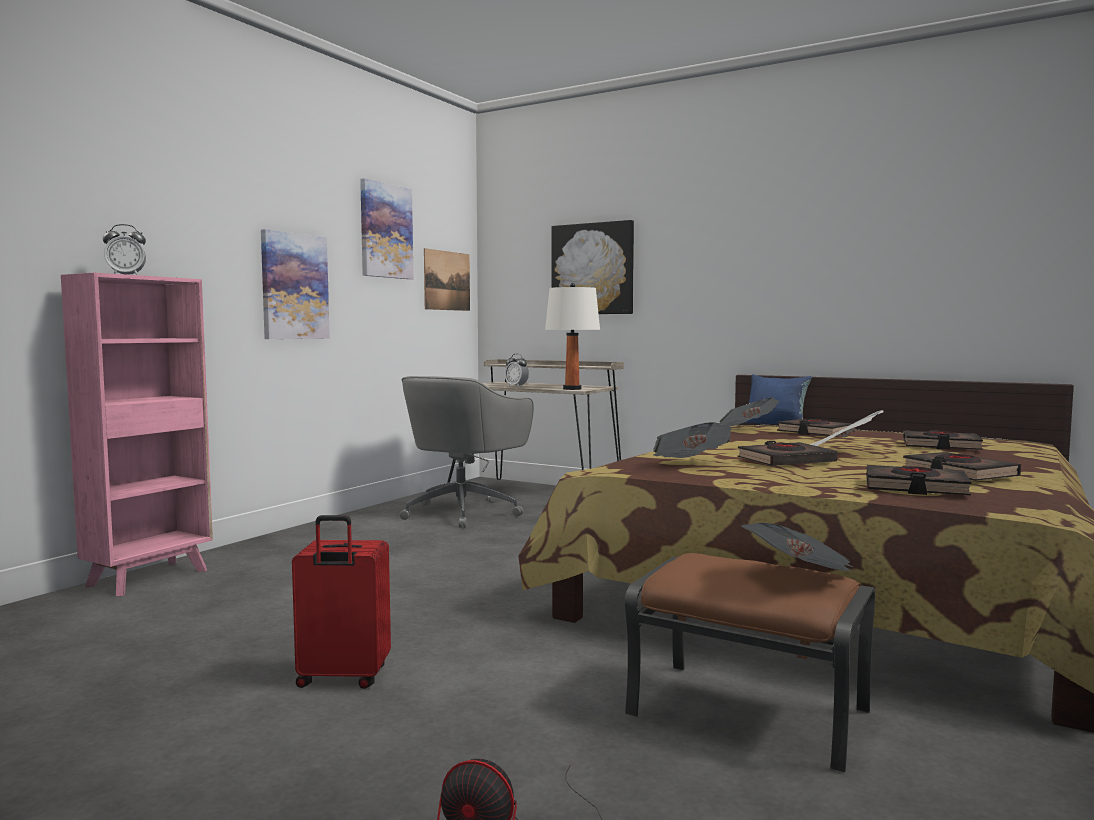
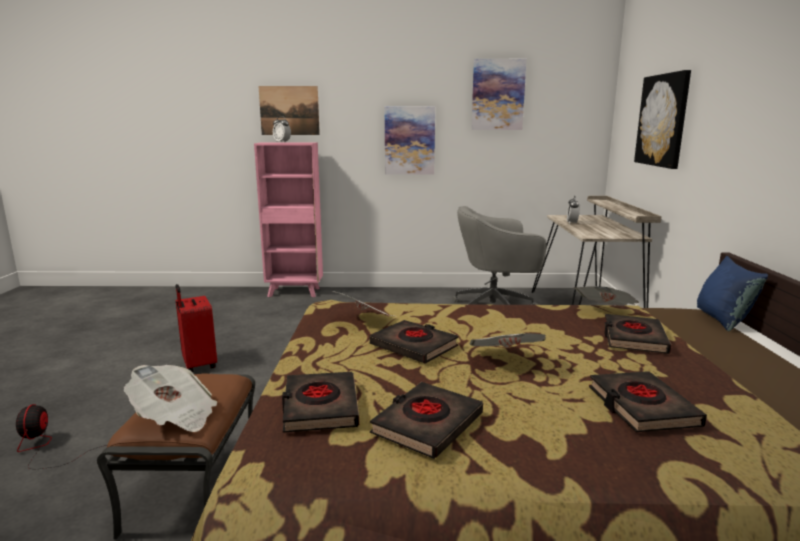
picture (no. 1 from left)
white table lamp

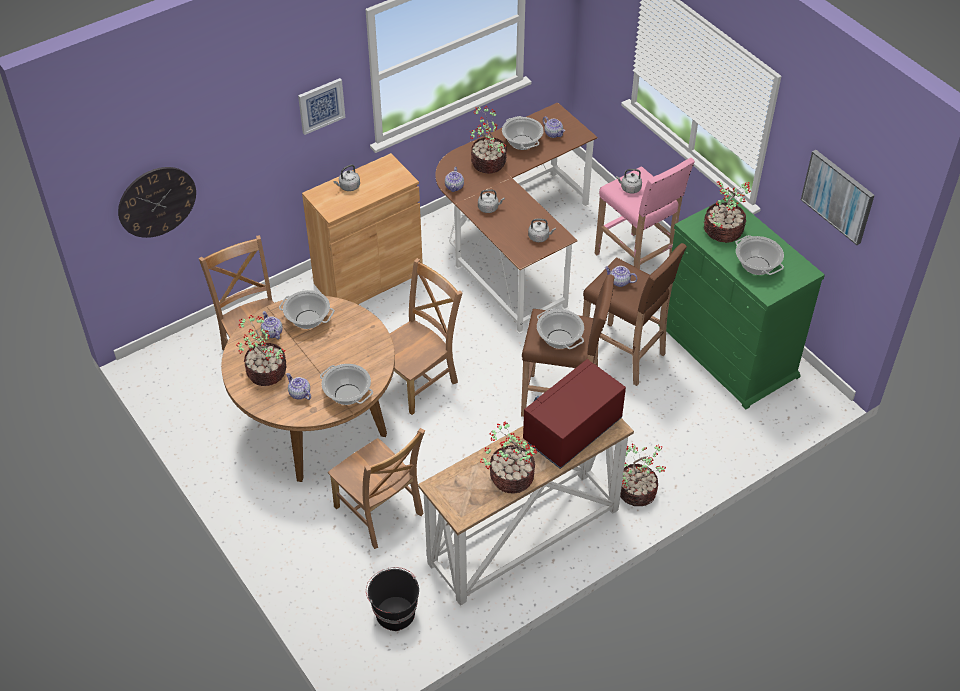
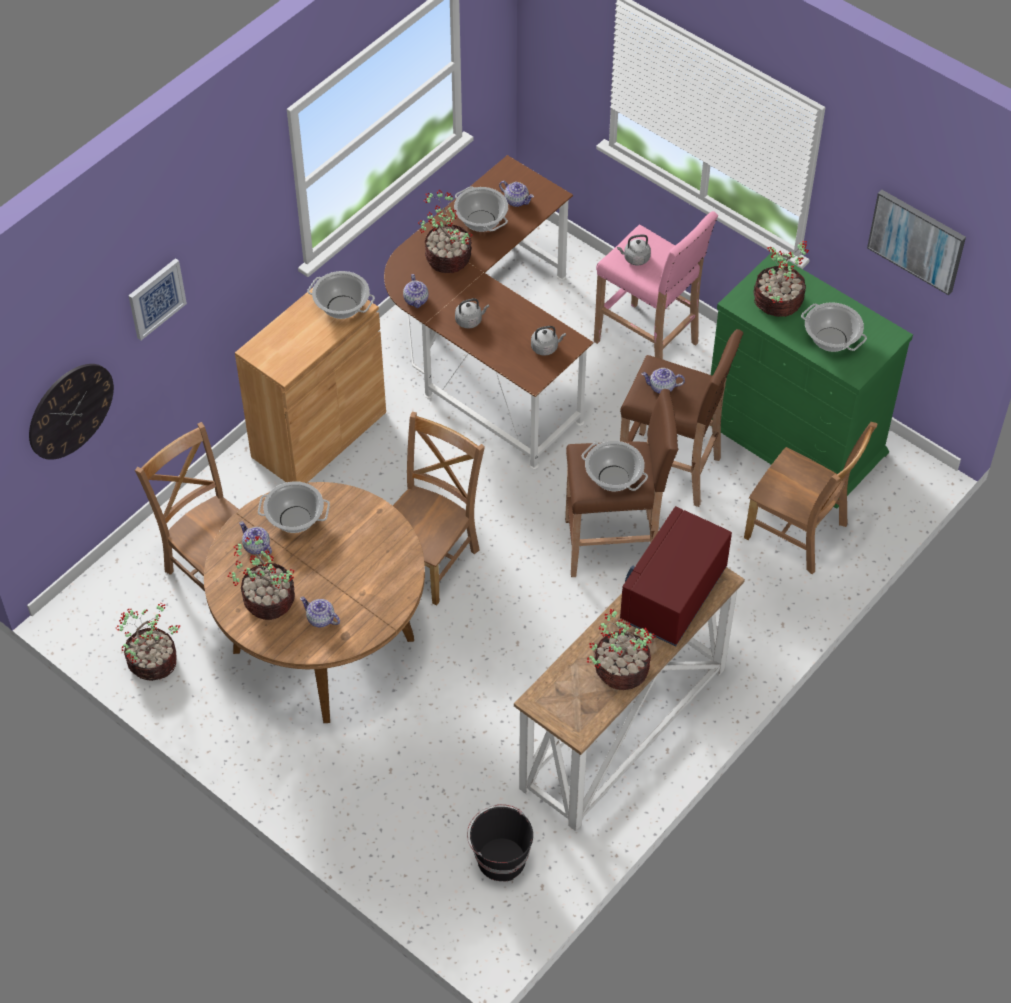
picture (no. 1 from left)
cooking pot (no. 2 from left)
brown chair (no. 3 from left)
grey kettle (no. 1 from left in the first image)
potted plant (no. 1 from left)

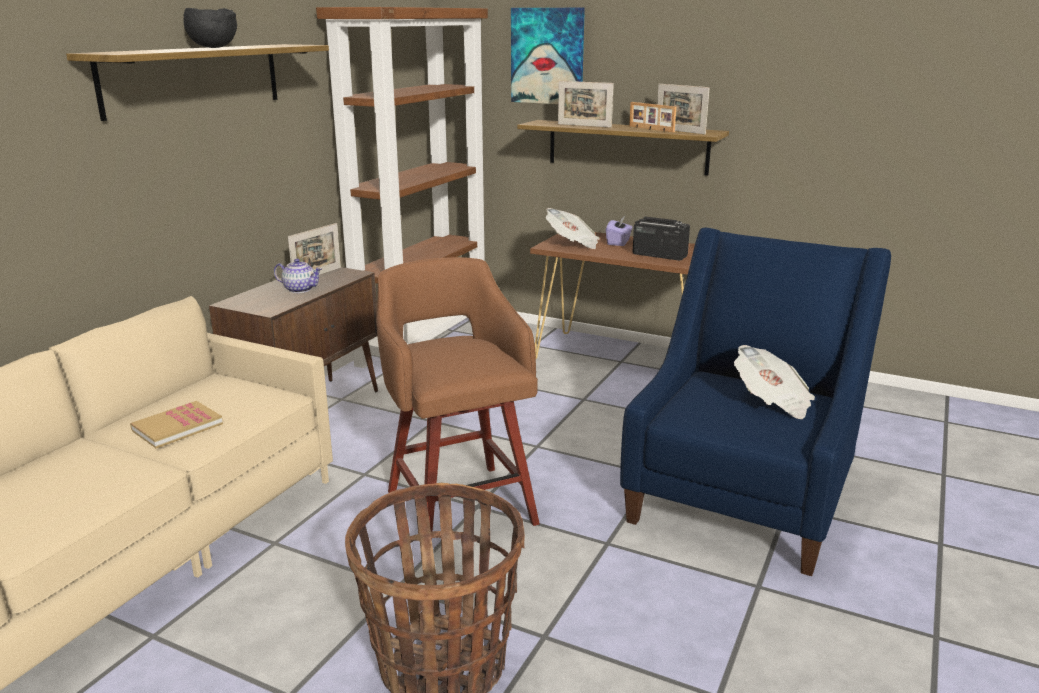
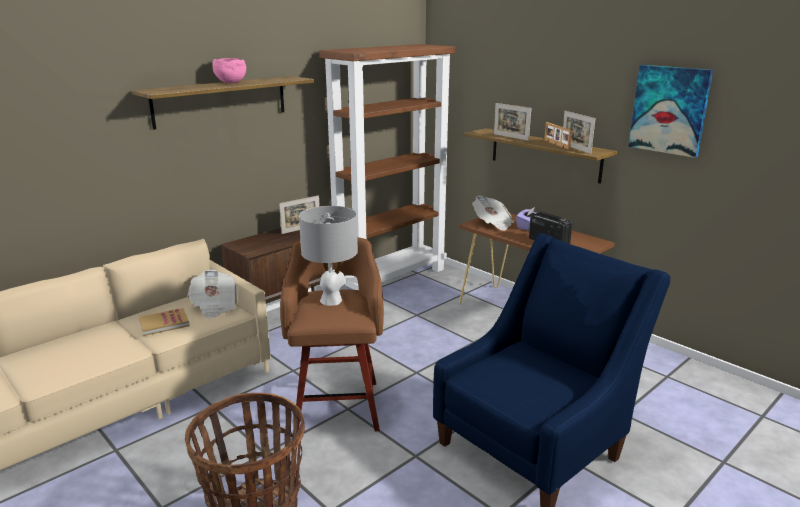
pink bowl
teapot
picture
newspaper (no. 1 from left)
grey table lamp

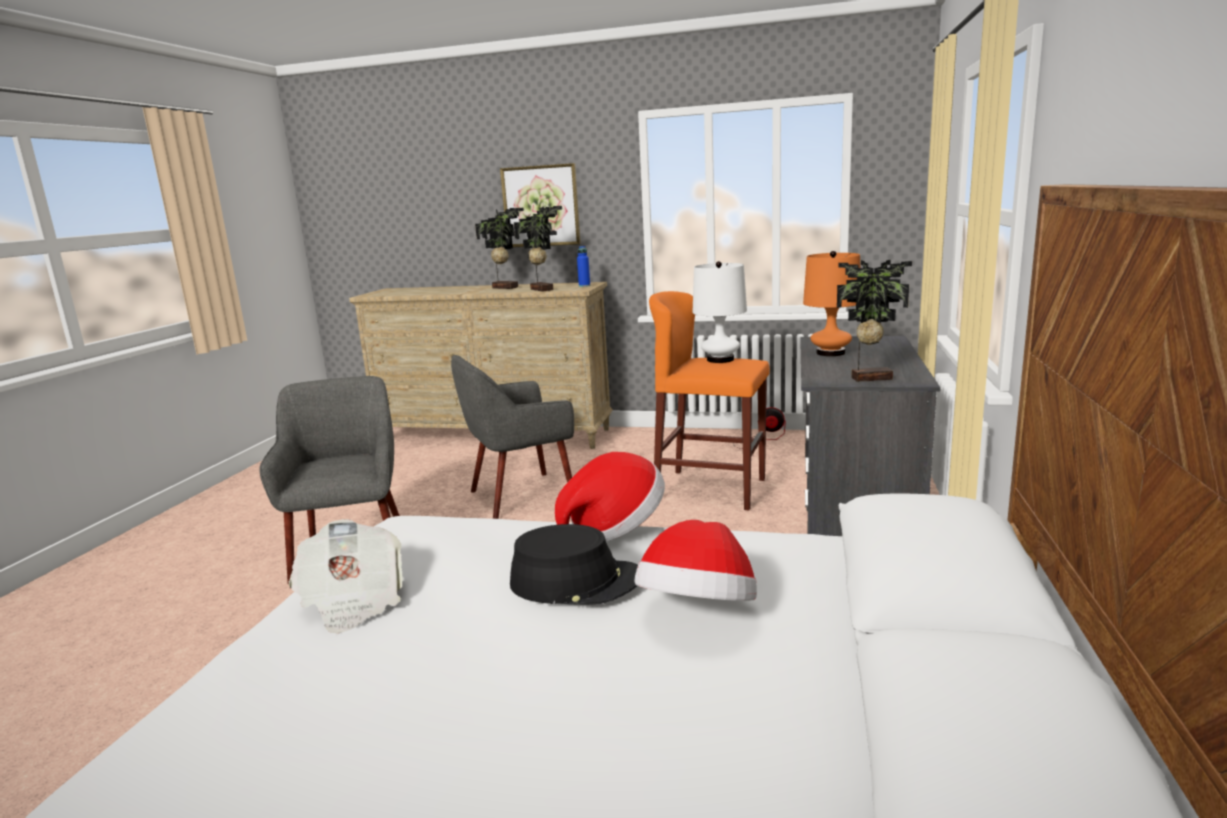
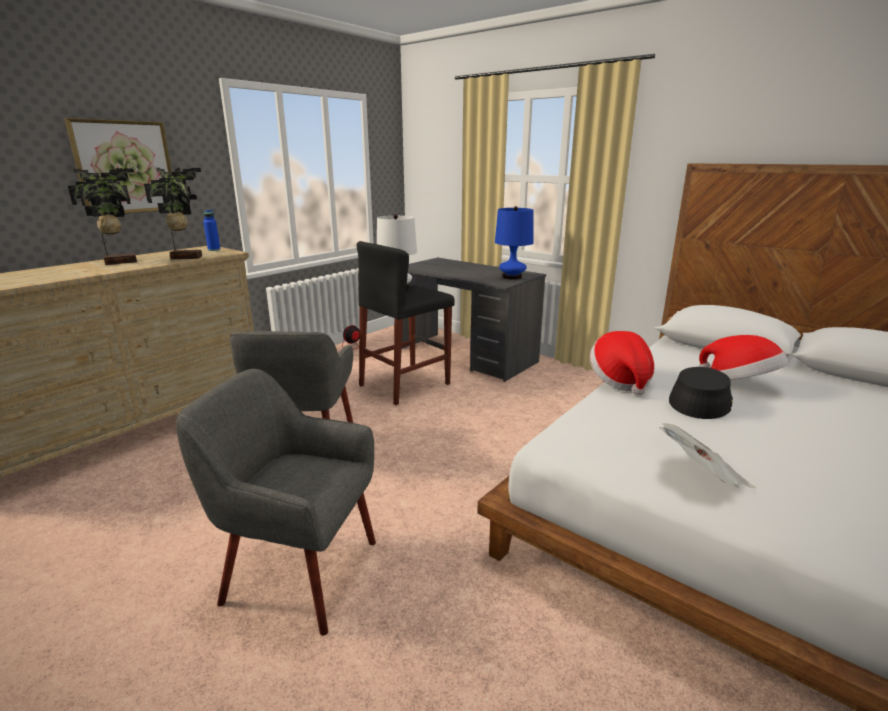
black stool
orange table lamp
blue table lamp

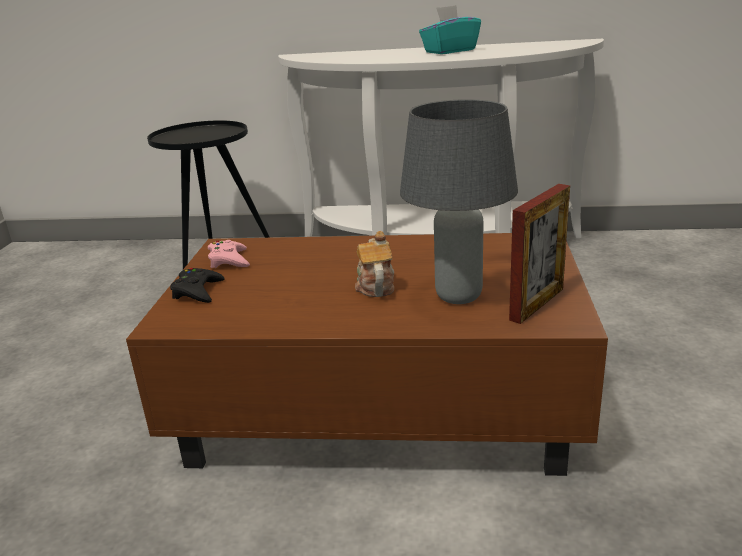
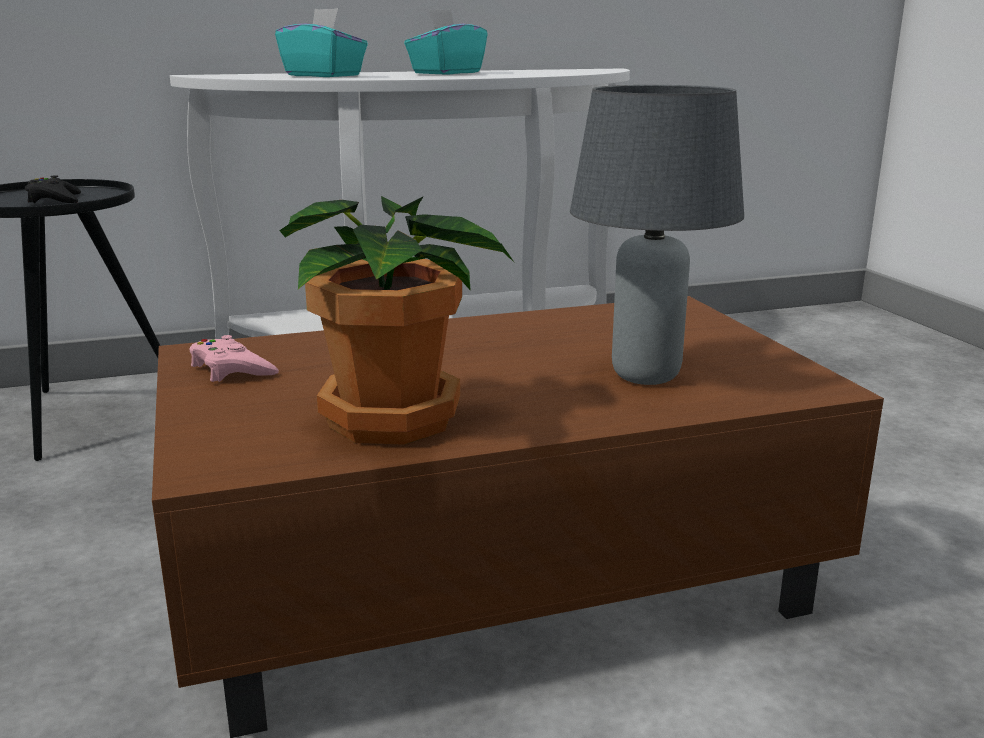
black game controller
teapot
picture frame
turquoise tissue box (no. 1 from left)
potted plant

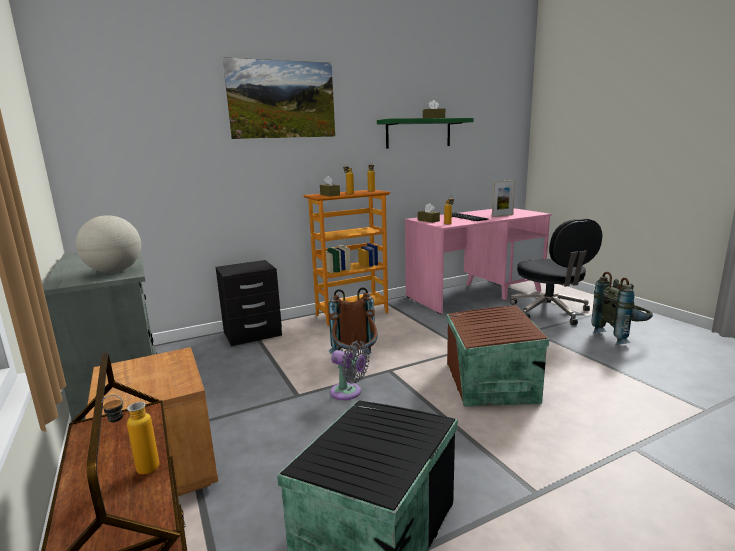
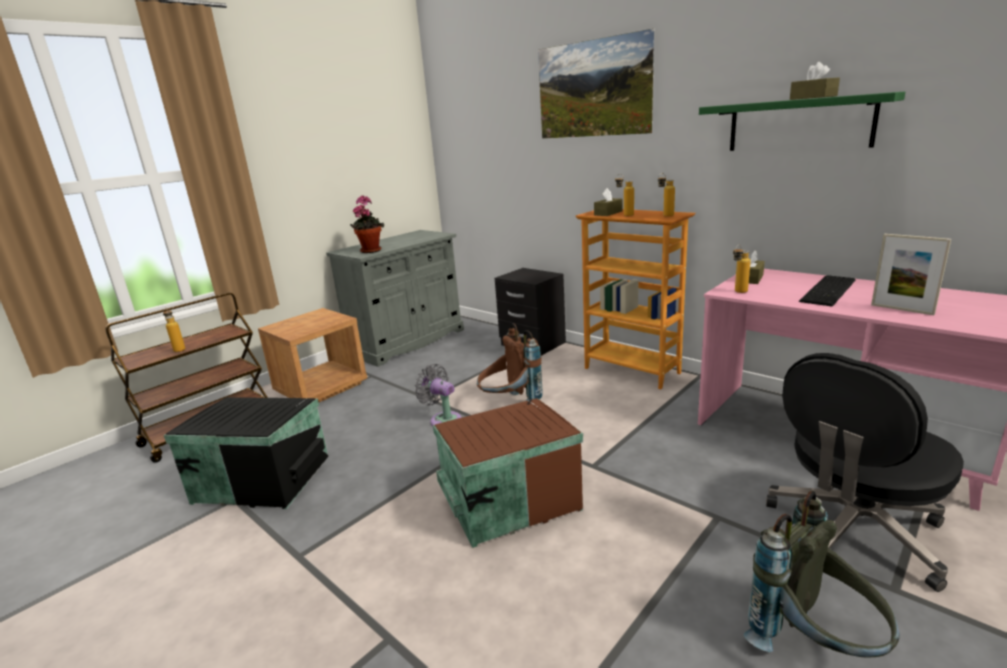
potted plant
grey fan

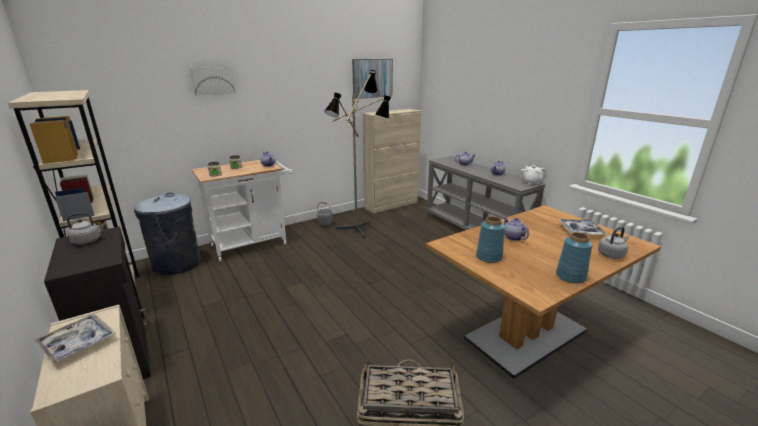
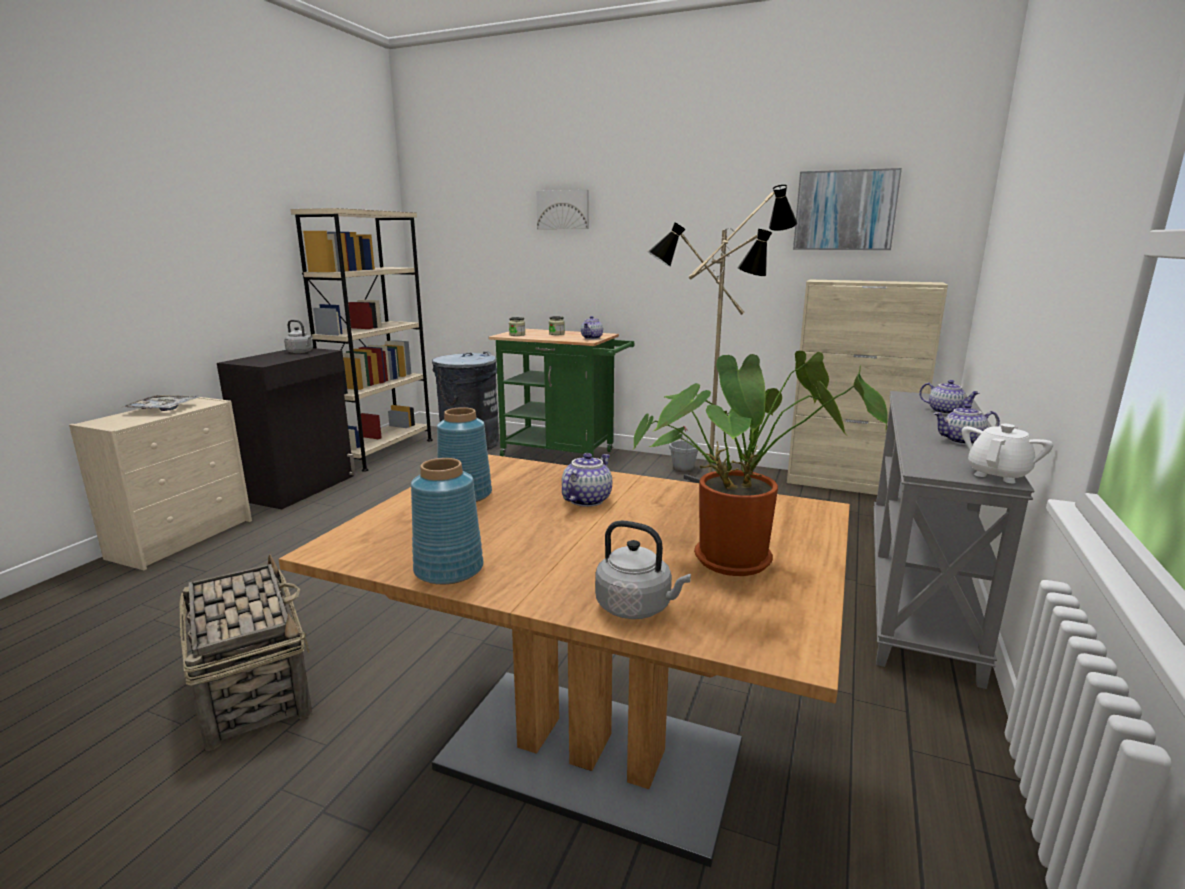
green cart
potted plant

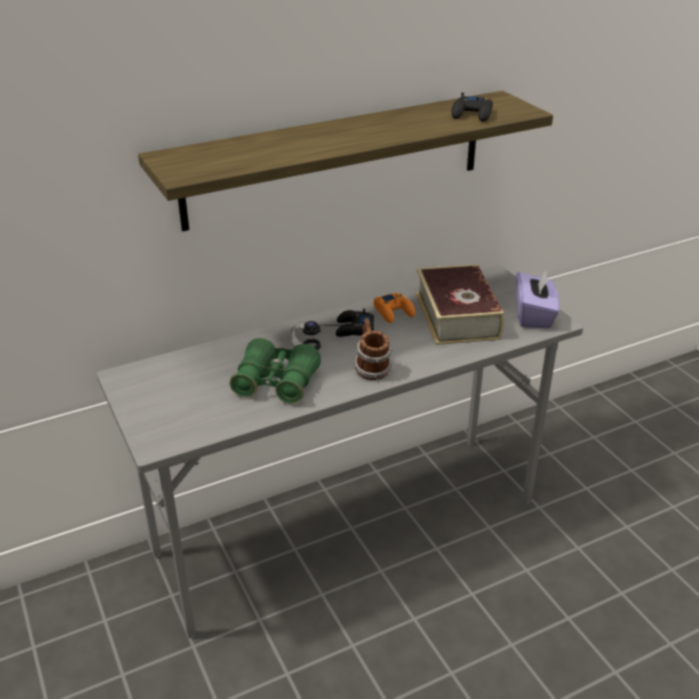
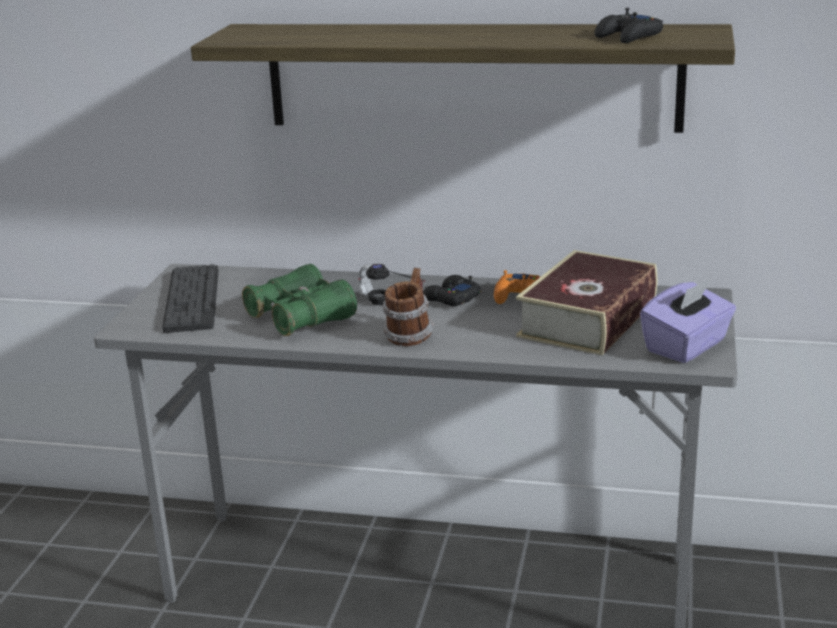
keyboard

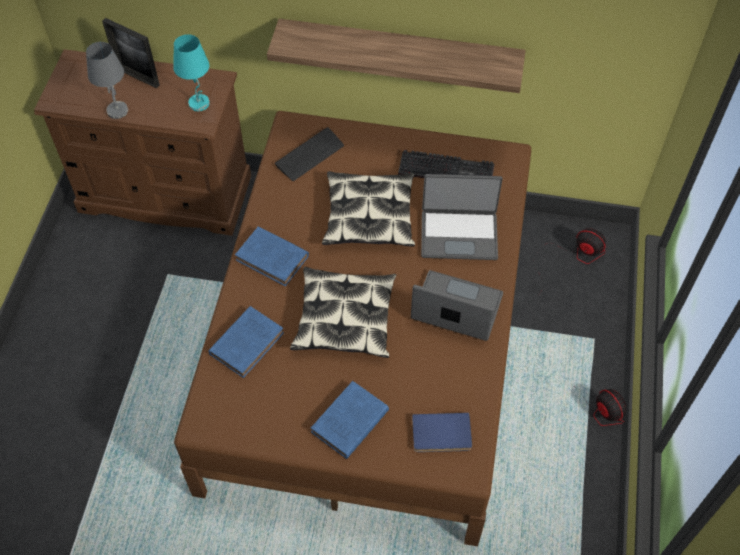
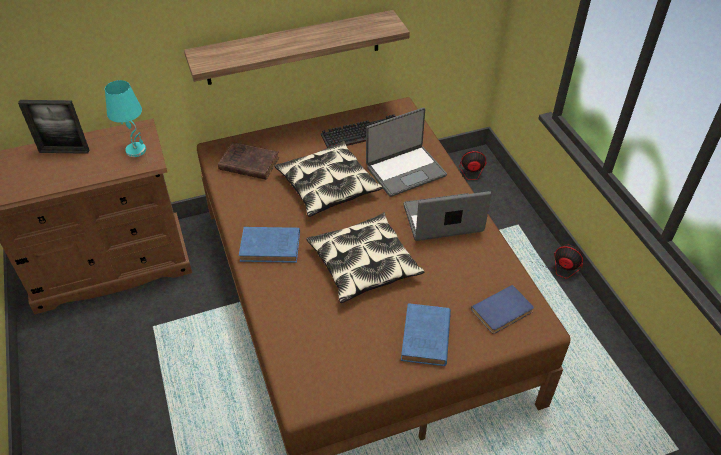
grey table lamp
blue book (no. 1 from left in the first image)
brown book

